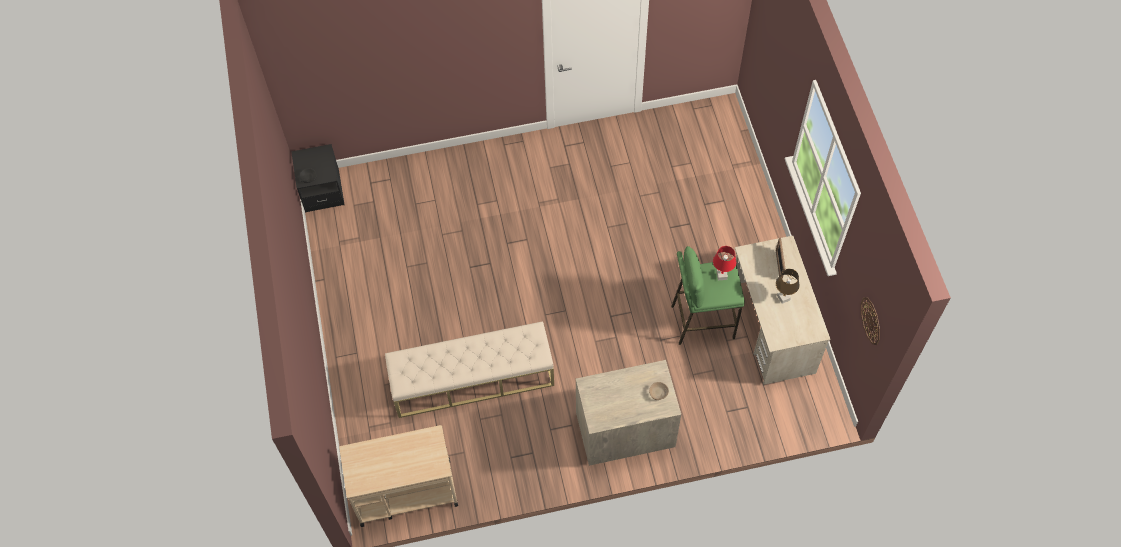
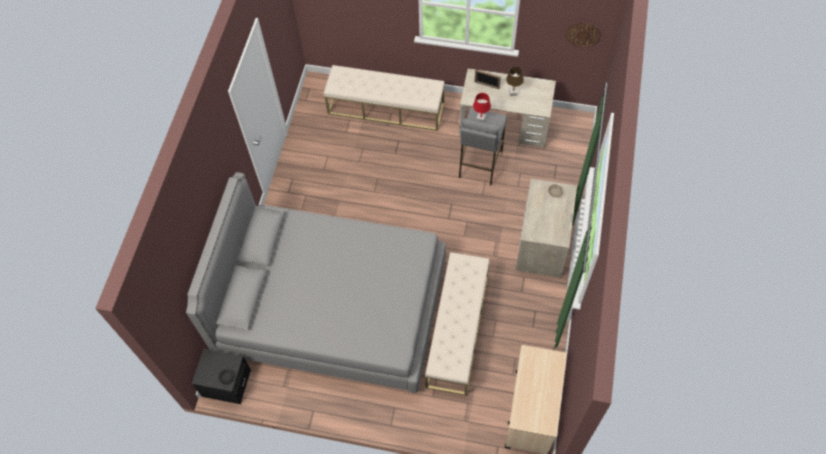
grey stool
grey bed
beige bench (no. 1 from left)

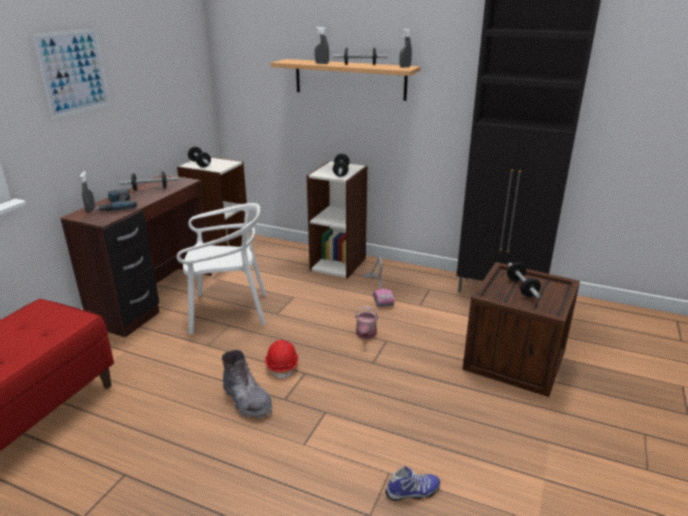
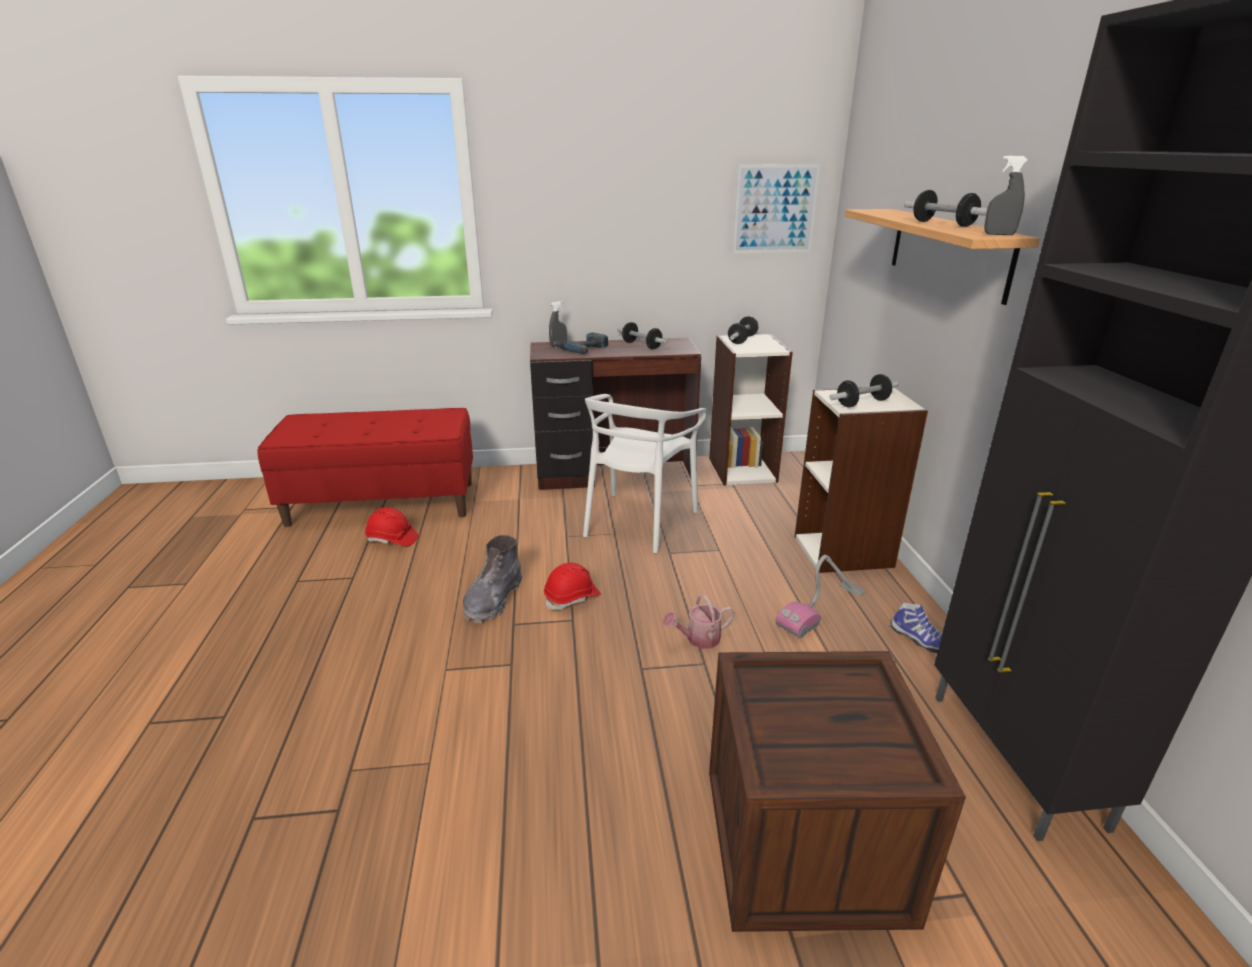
picture
white chair
grey spray bottle (no. 2 from left in the first image)
shoe
dumbbell (no. 5 from left in the first image)
red hard hat (no. 1 from left)

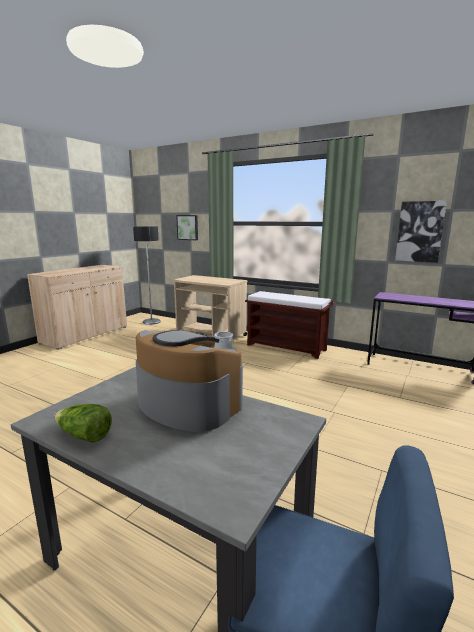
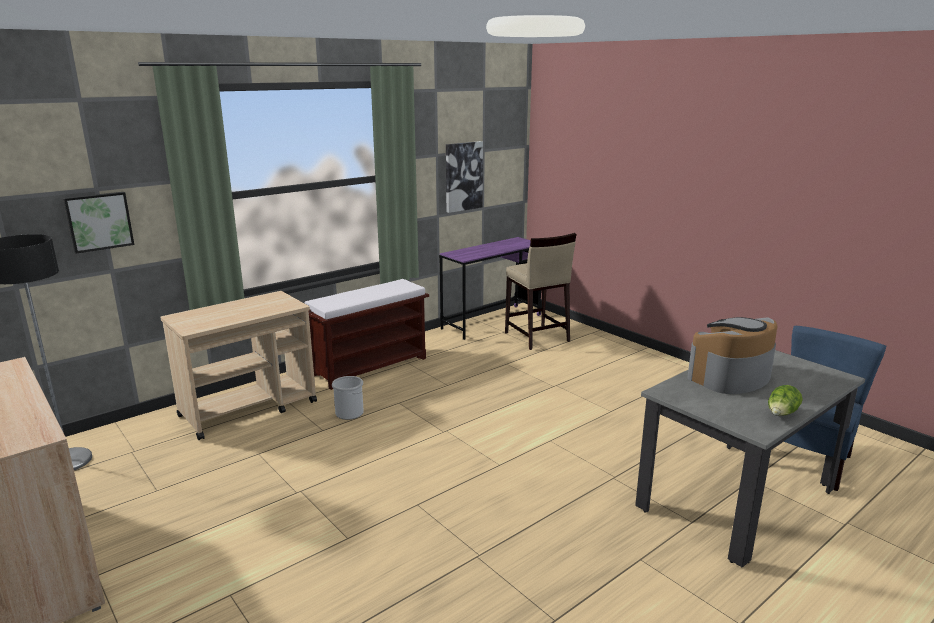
beige stool

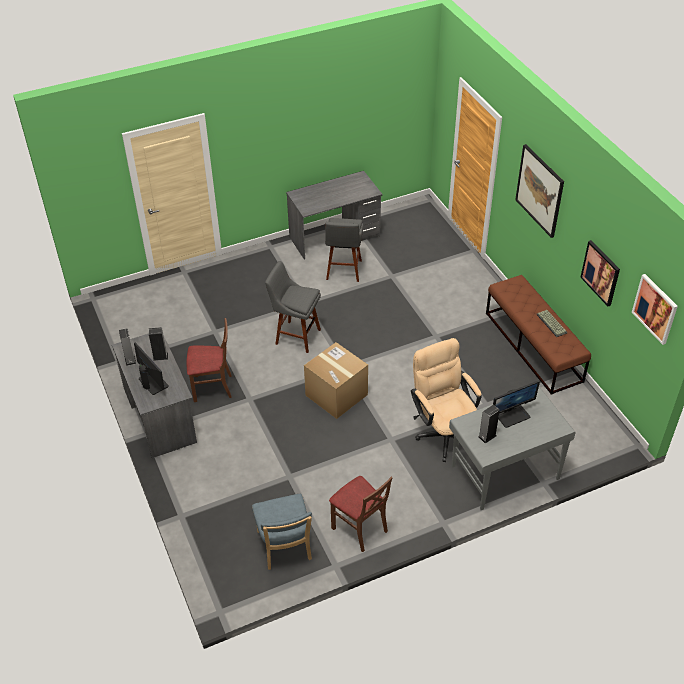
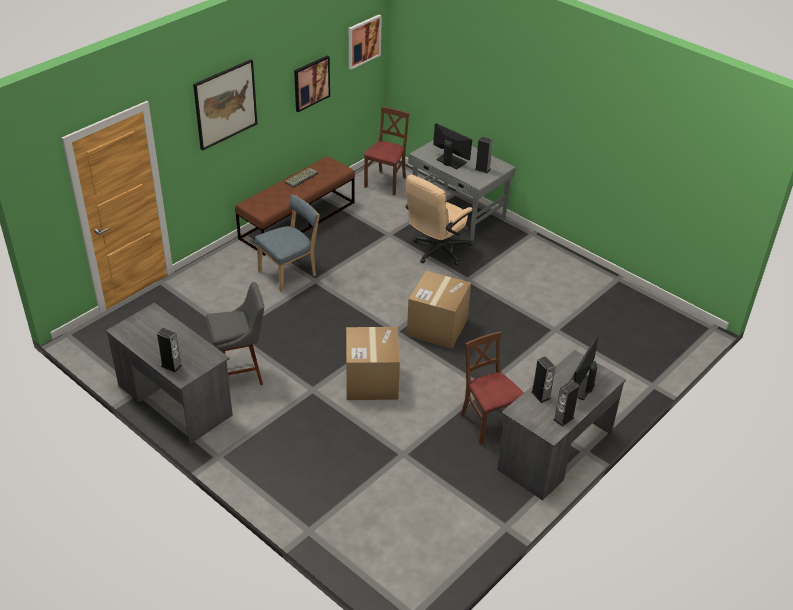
blue chair
cardboard box (no. 1 from left)
brown chair (no. 1 from left)
speaker (no. 1 from left)

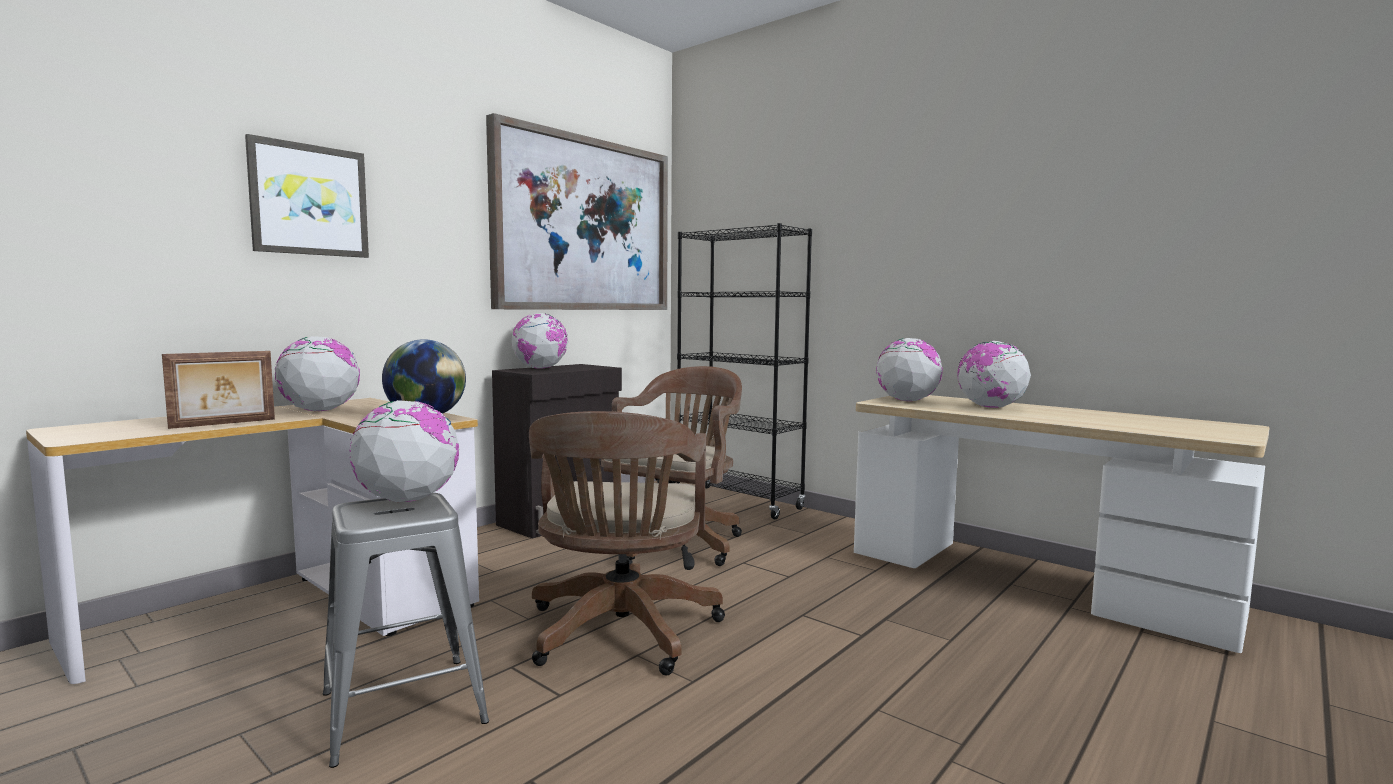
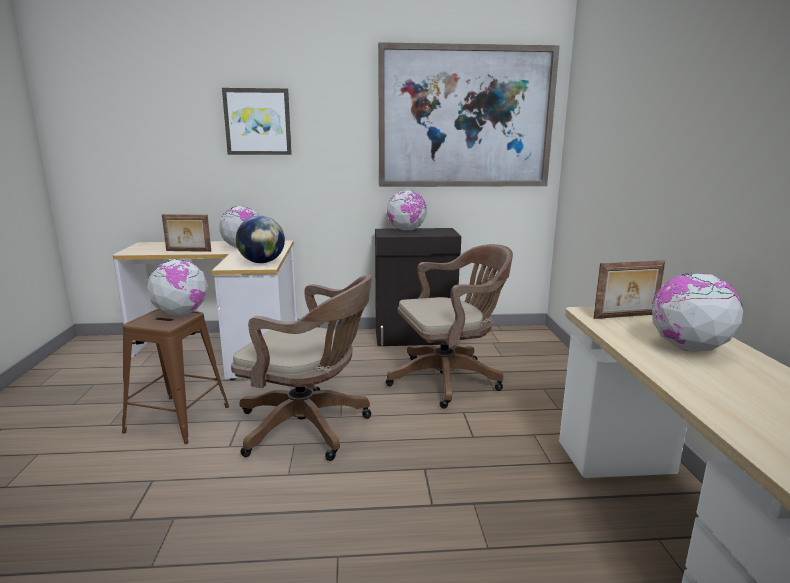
brown stool
brown office chair (no. 1 from left)
black bookcase
picture frame (no. 2 from left)

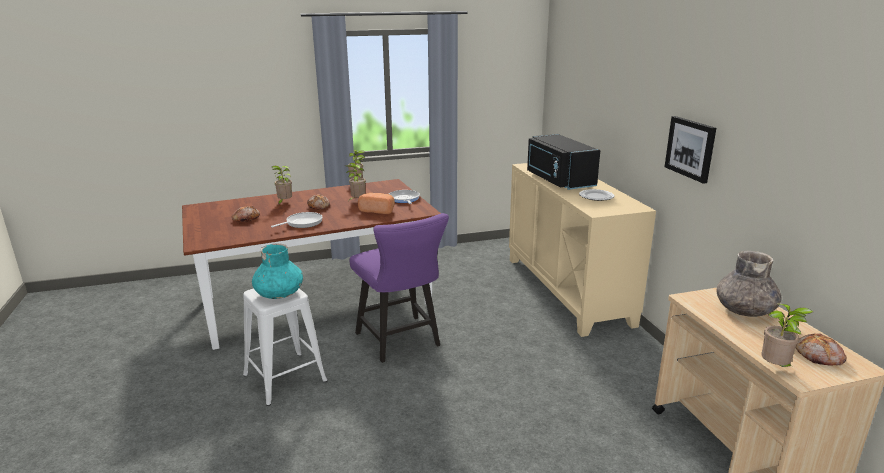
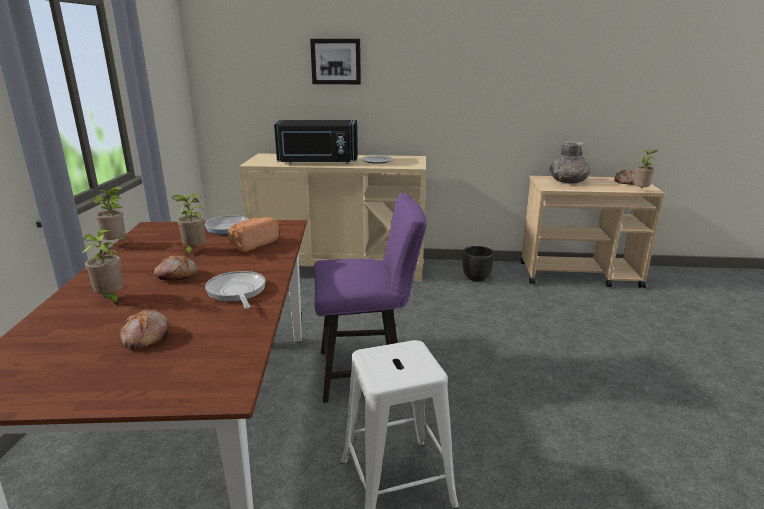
turquoise vase
picture
black planter

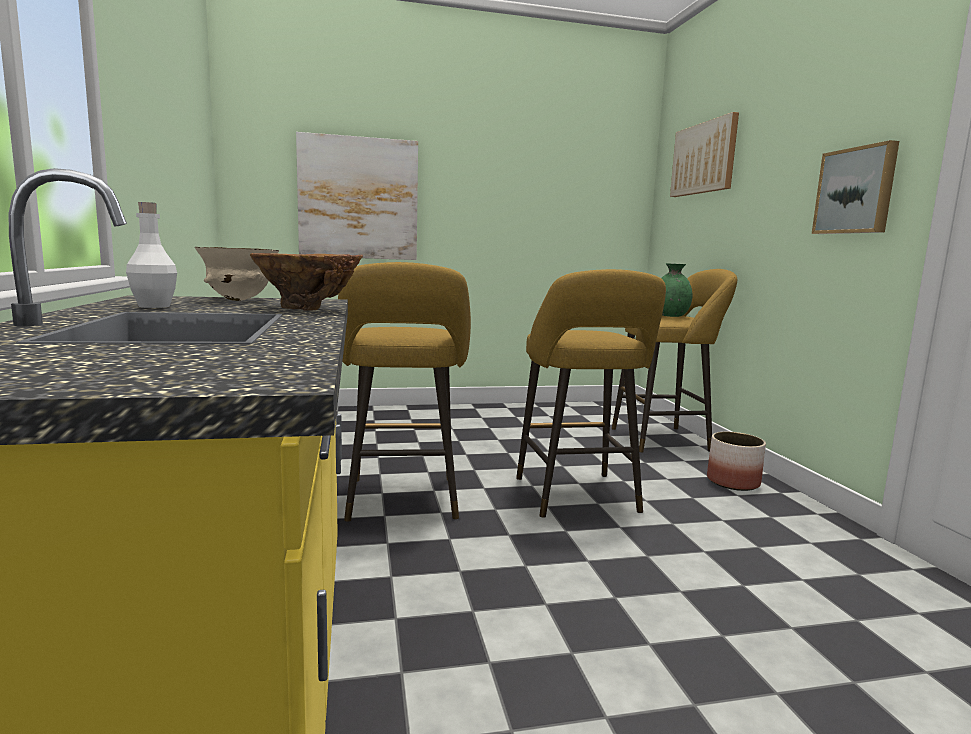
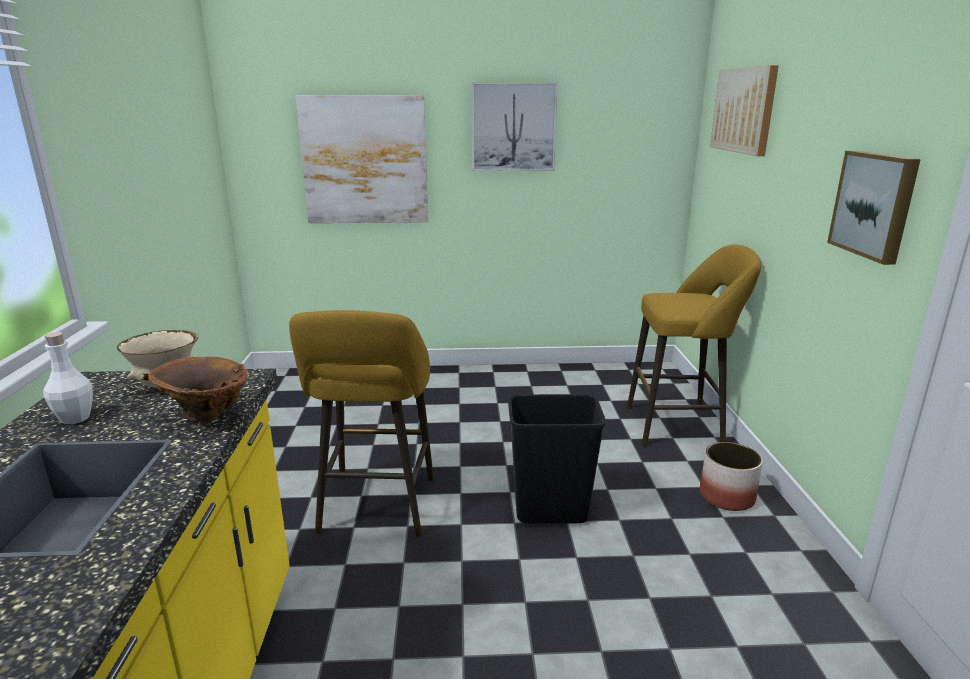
black trash can
green vase
picture (no. 2 from left)

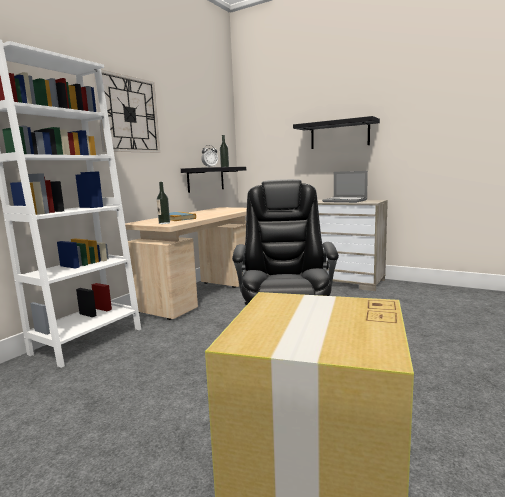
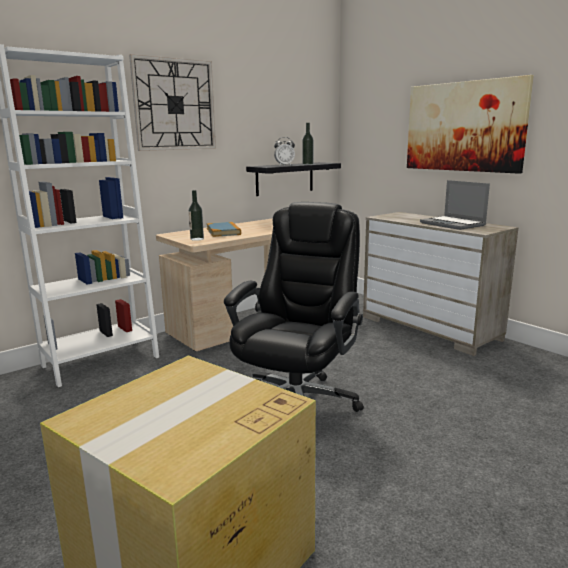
picture

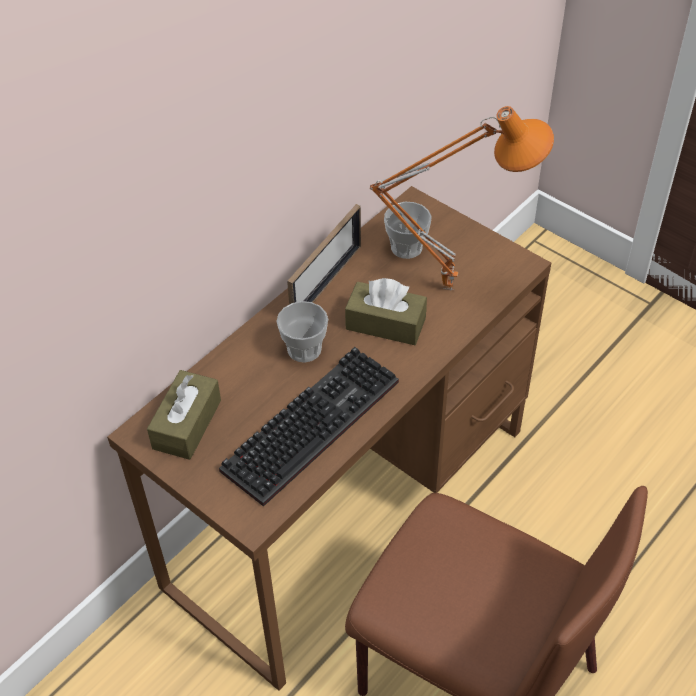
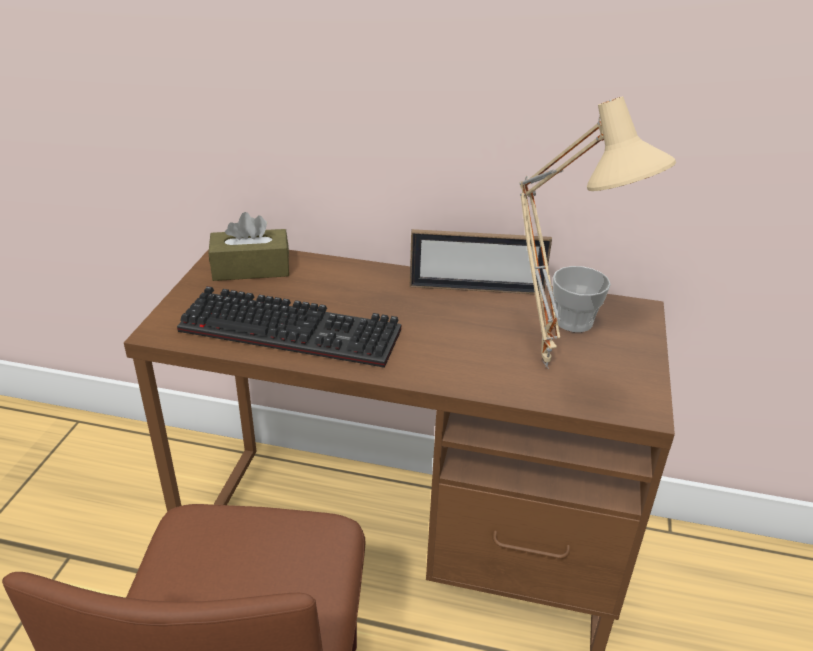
cup (no. 1 from left in the first image)
brown tissue box (no. 2 from left in the first image)
beige table lamp

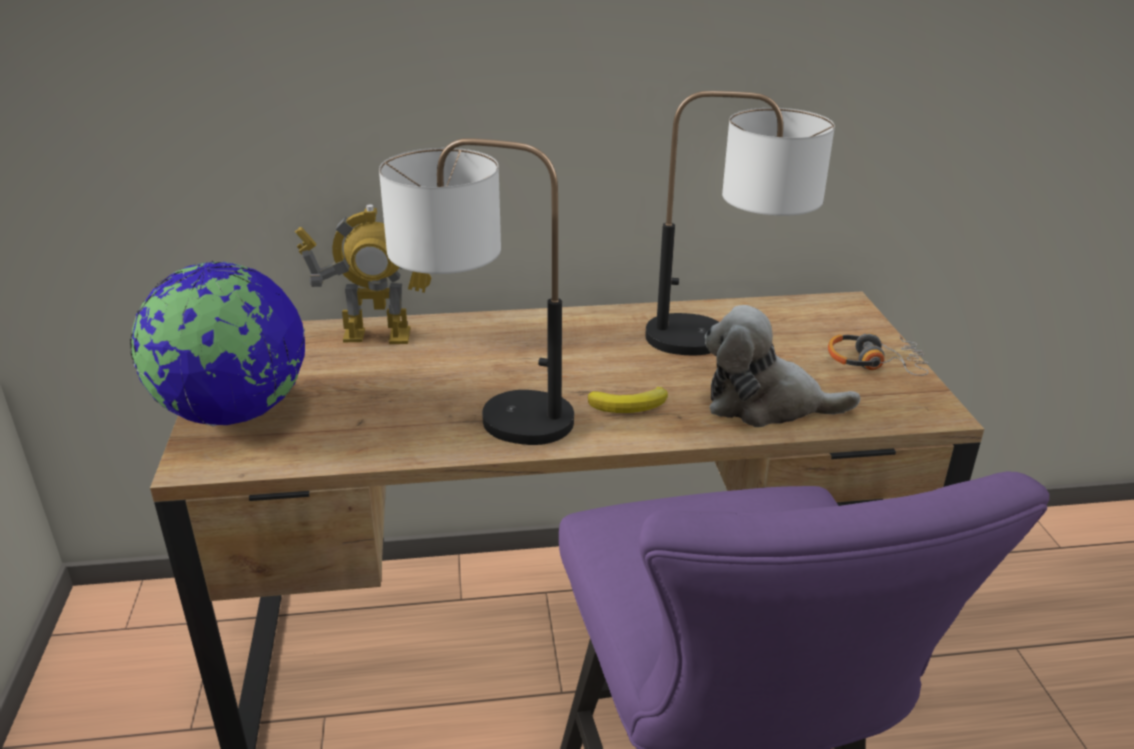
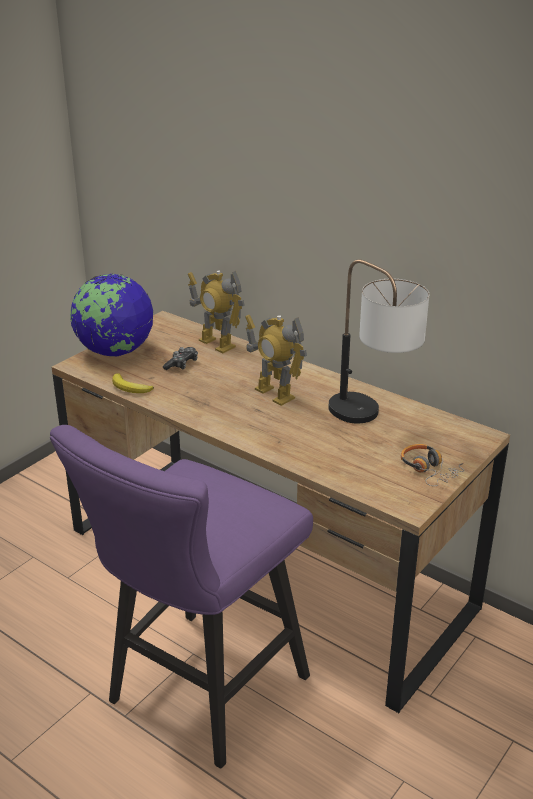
table lamp (no. 1 from left in the first image)
banana
plush toy
game controller
toy robot (no. 2 from left)

